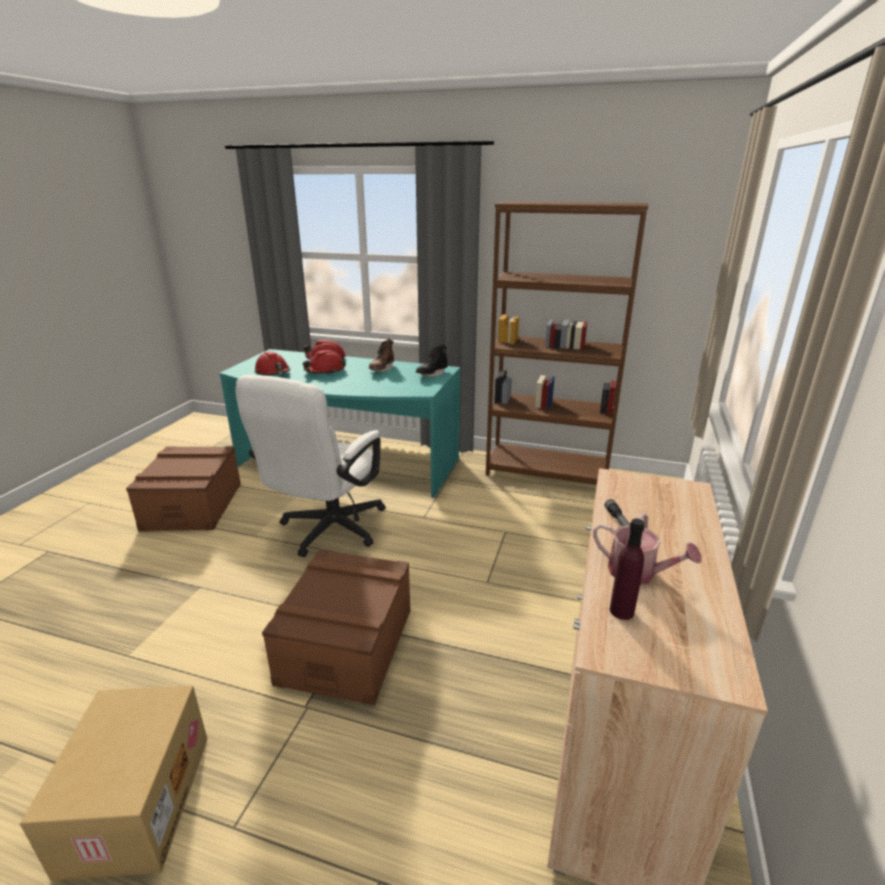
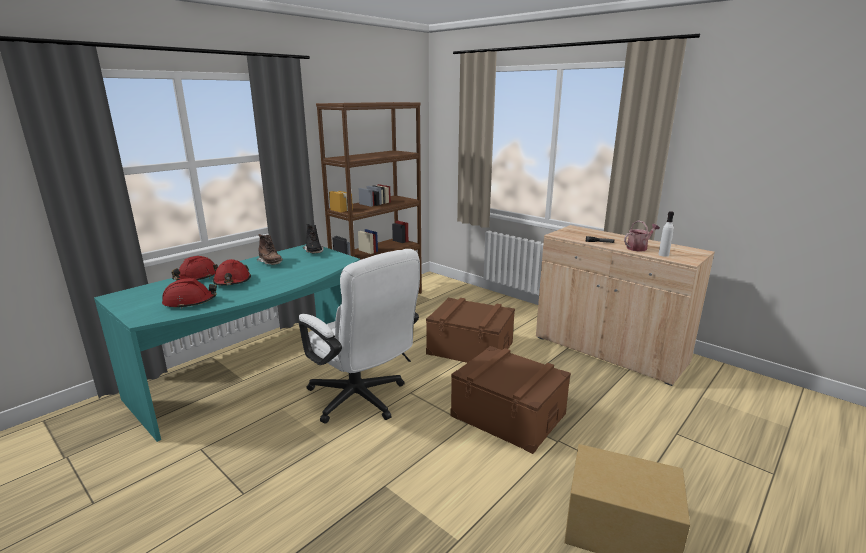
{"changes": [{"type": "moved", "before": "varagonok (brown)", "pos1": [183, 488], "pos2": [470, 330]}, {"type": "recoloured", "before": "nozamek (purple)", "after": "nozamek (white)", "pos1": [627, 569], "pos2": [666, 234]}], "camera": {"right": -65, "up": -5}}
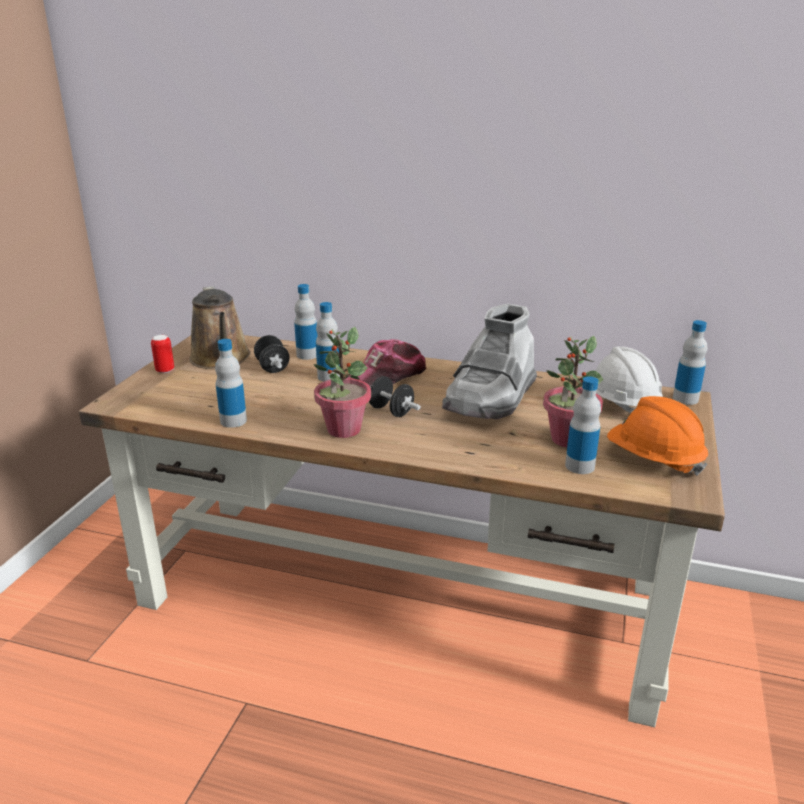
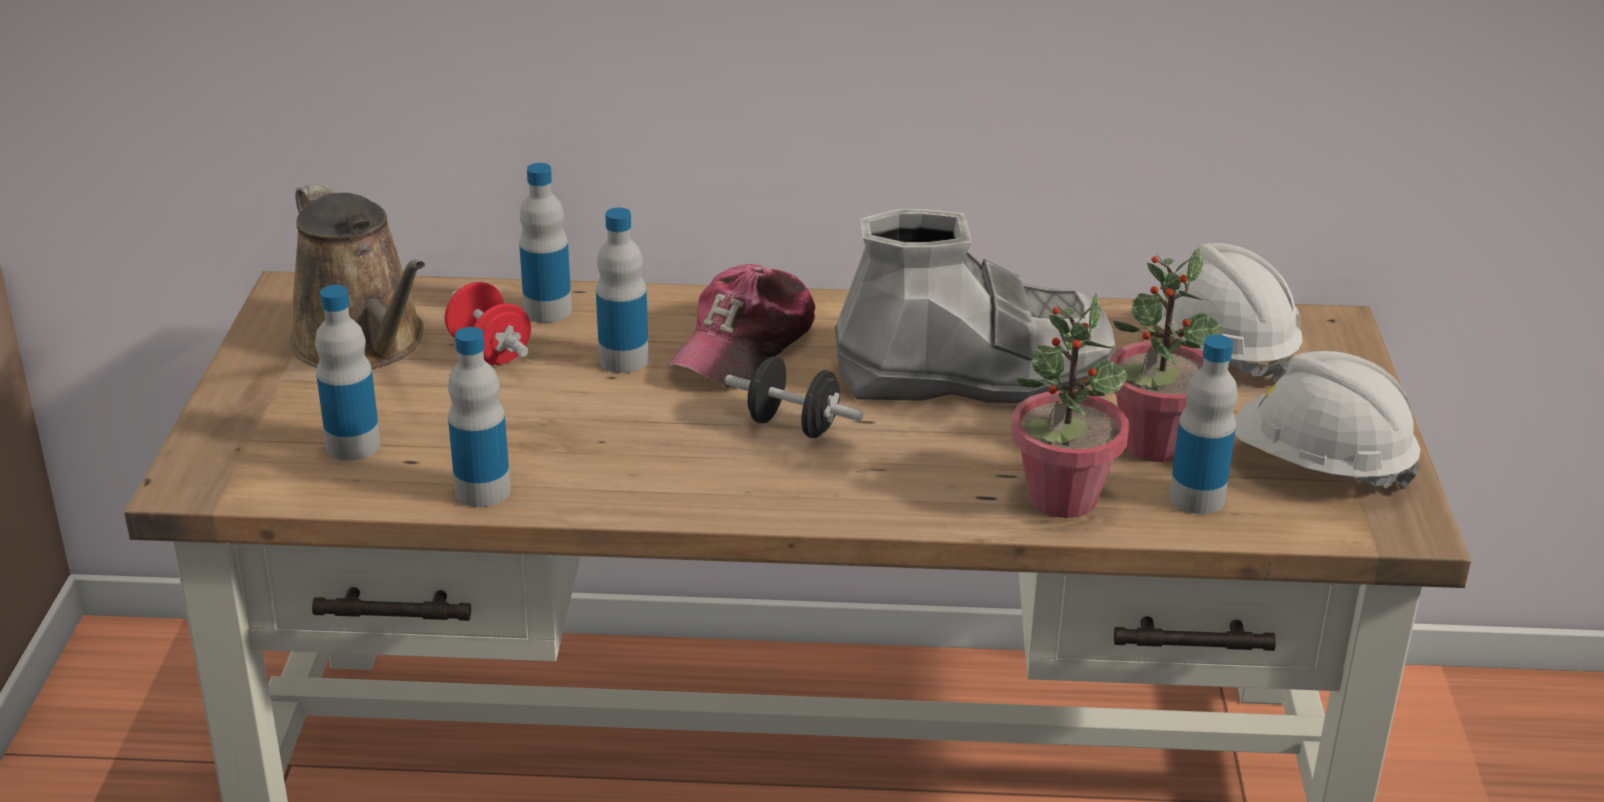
{"changes": [{"type": "turned", "before": "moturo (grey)", "pos1": [489, 361], "pos2": [975, 306], "turn": -105}, {"type": "moved", "before": "nozamek", "pos1": [690, 362], "pos2": [347, 372]}, {"type": "moved", "before": "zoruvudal", "pos1": [342, 382], "pos2": [1070, 405]}, {"type": "removed", "before": "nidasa", "pos1": [162, 354]}, {"type": "recoloured", "before": "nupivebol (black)", "after": "nupivebol (red)", "pos1": [271, 354], "pos2": [488, 323]}, {"type": "recoloured", "before": "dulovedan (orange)", "after": "dulovedan (white)", "pos1": [657, 436], "pos2": [1328, 420]}], "camera": {"right": -15, "up": 5}}
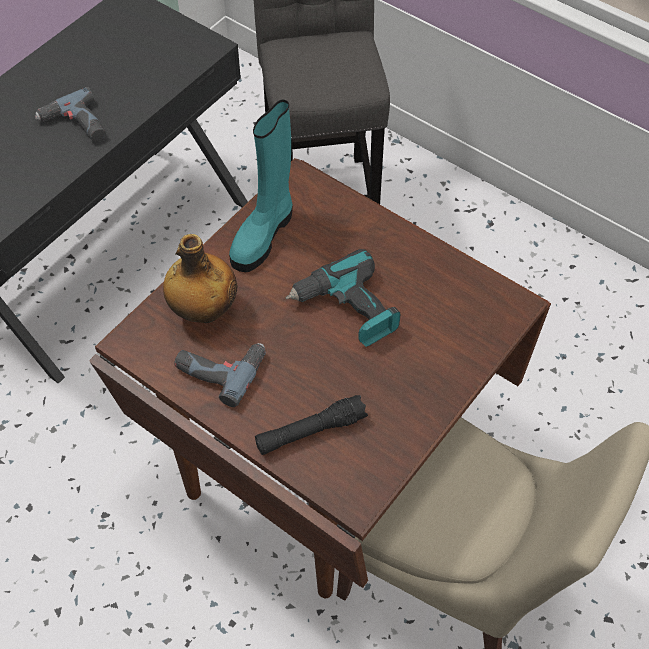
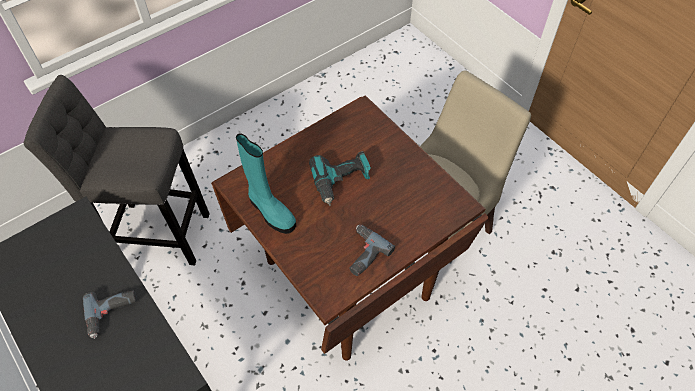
{"changes": [{"type": "removed", "before": "nozamek", "pos1": [200, 278]}, {"type": "removed", "before": "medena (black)", "pos1": [311, 425]}], "camera": {"right": -75, "up": 0}}
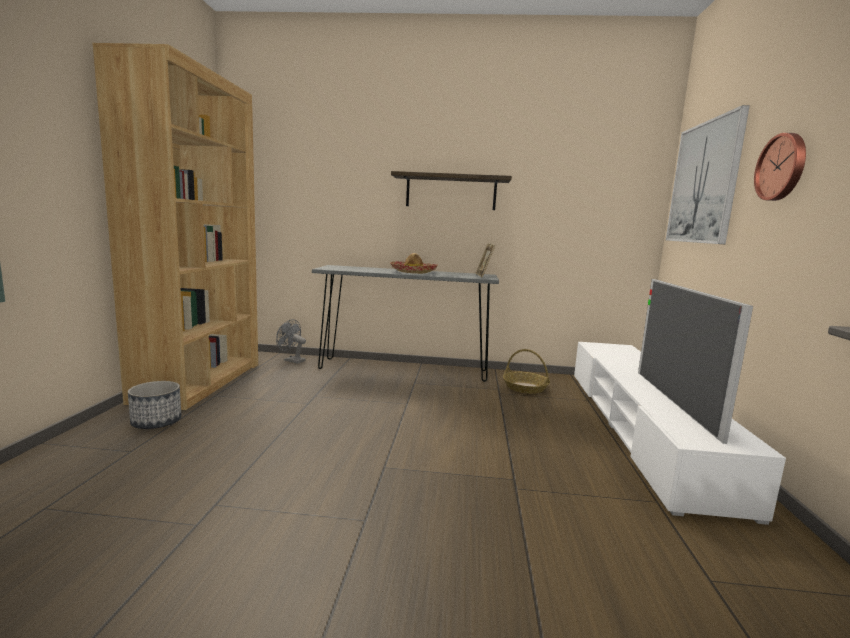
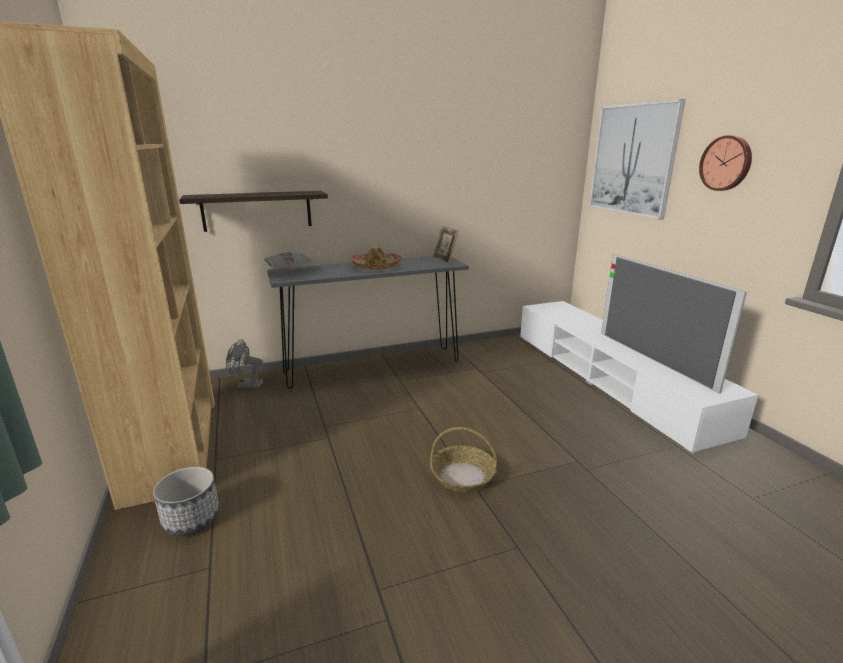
{"changes": [{"type": "moved", "before": "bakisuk", "pos1": [451, 190], "pos2": [253, 211]}, {"type": "moved", "before": "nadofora", "pos1": [526, 371], "pos2": [463, 460]}, {"type": "added", "after": "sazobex", "pos2": [287, 260]}], "camera": {"right": -25, "up": 10}}
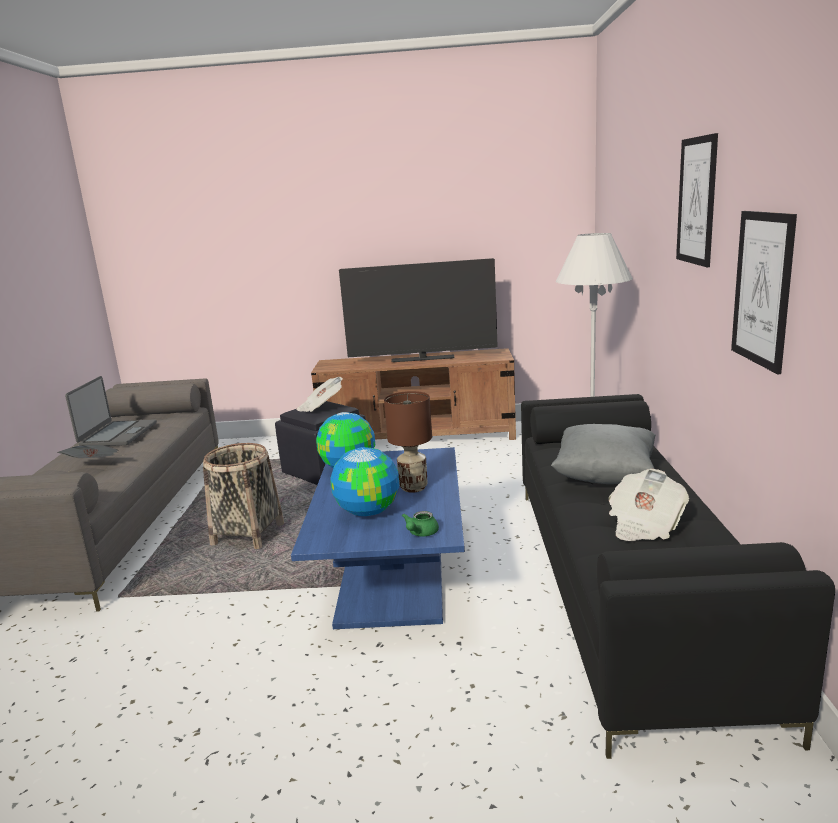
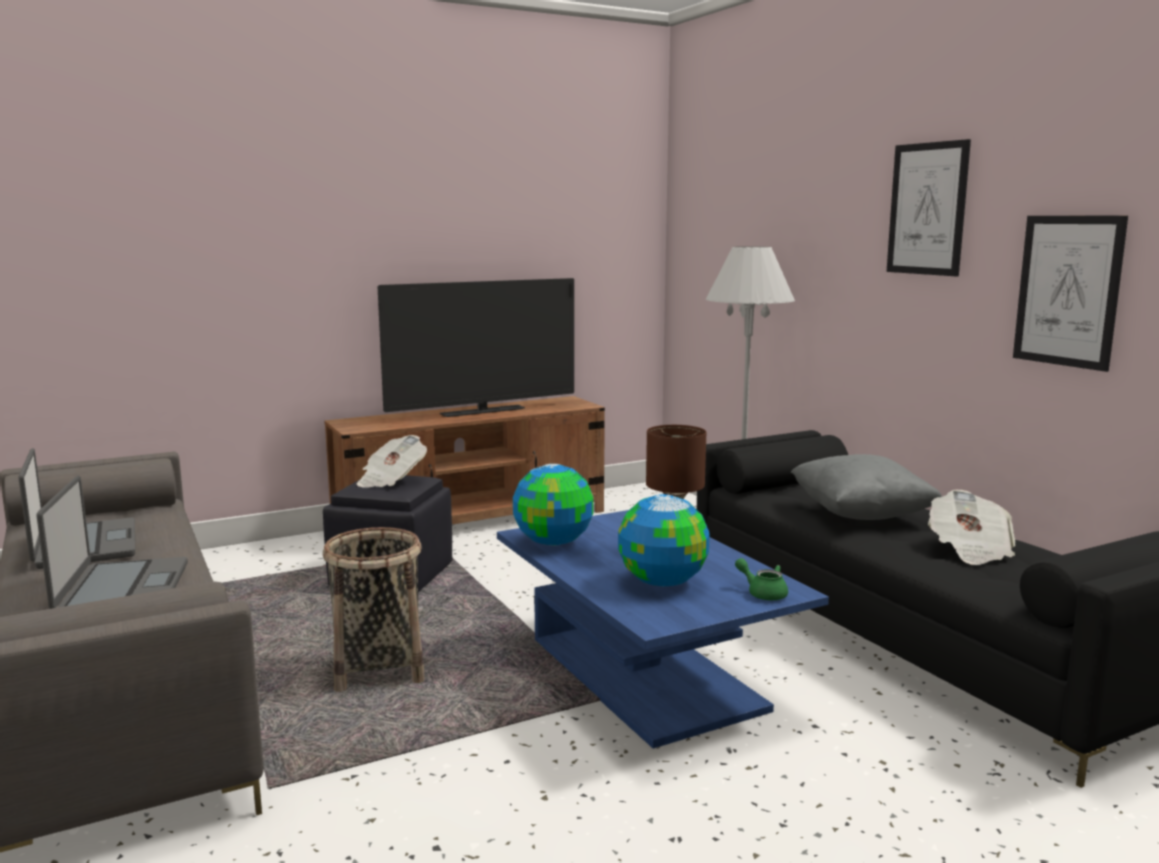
{"changes": [{"type": "replaced", "before": "sazobex", "after": "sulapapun", "pos1": [87, 451], "pos2": [112, 542]}, {"type": "turned", "before": "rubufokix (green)", "pos1": [420, 523], "pos2": [761, 579], "turn": 135}], "camera": {"right": -30, "up": -5}}
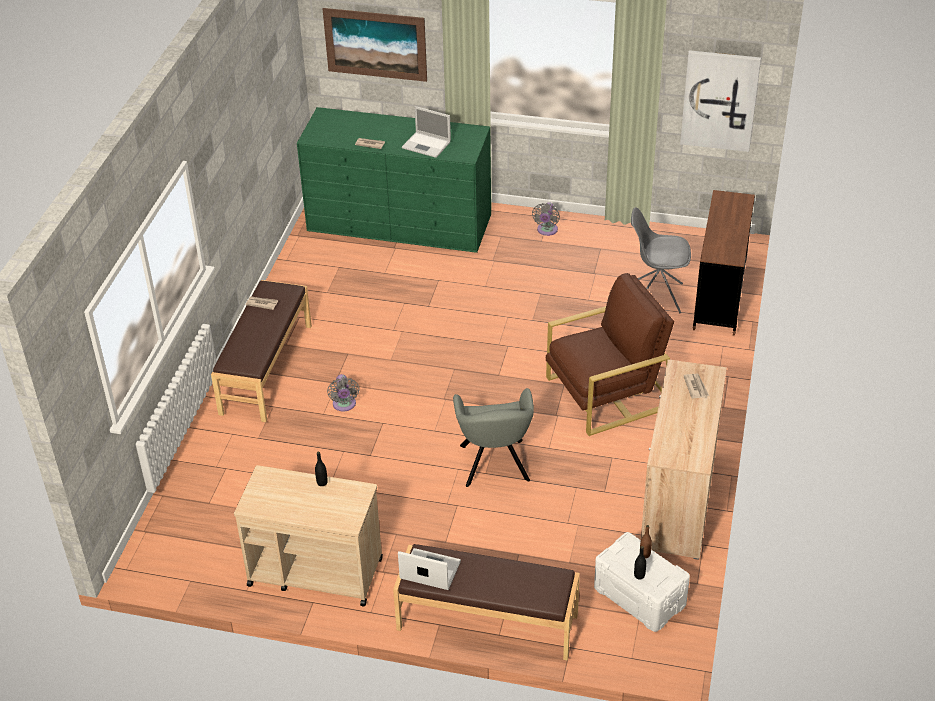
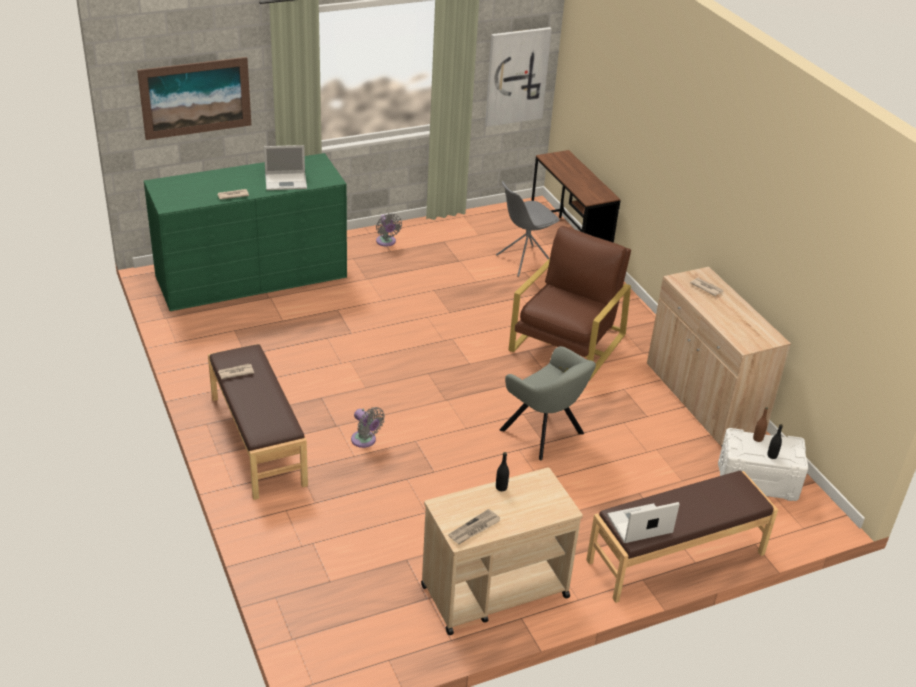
{"changes": [{"type": "added", "after": "sazobex", "pos2": [474, 526]}], "camera": {"right": -40, "up": -5}}
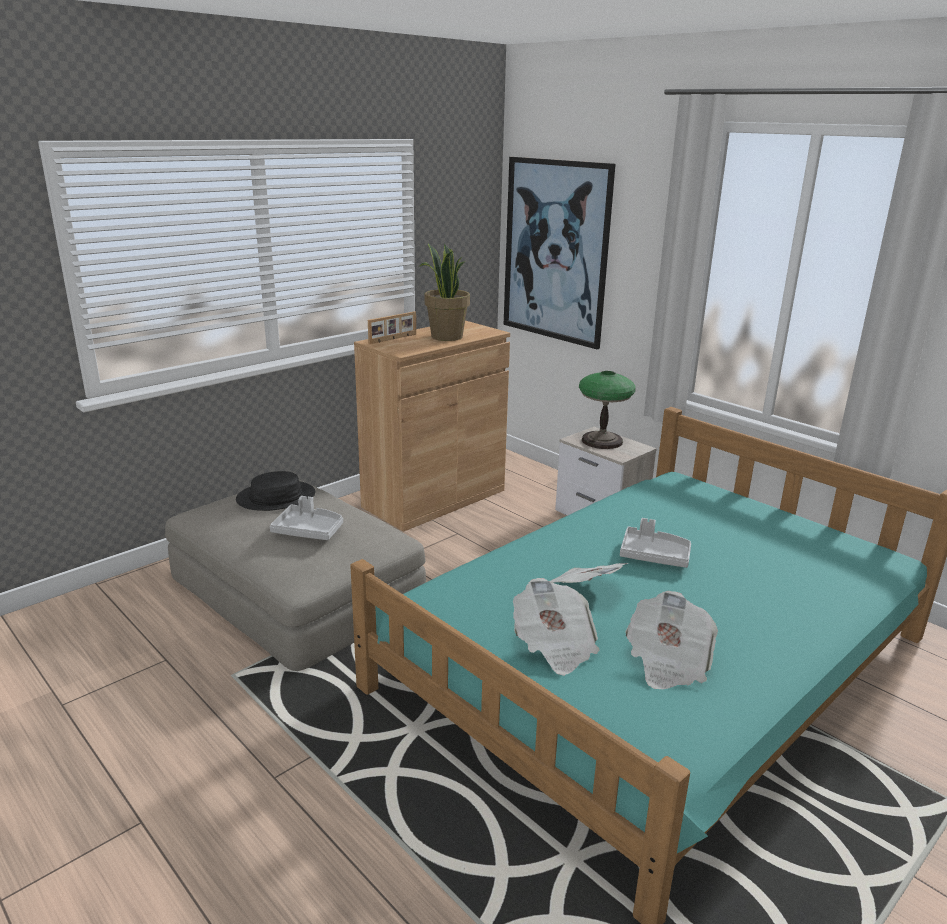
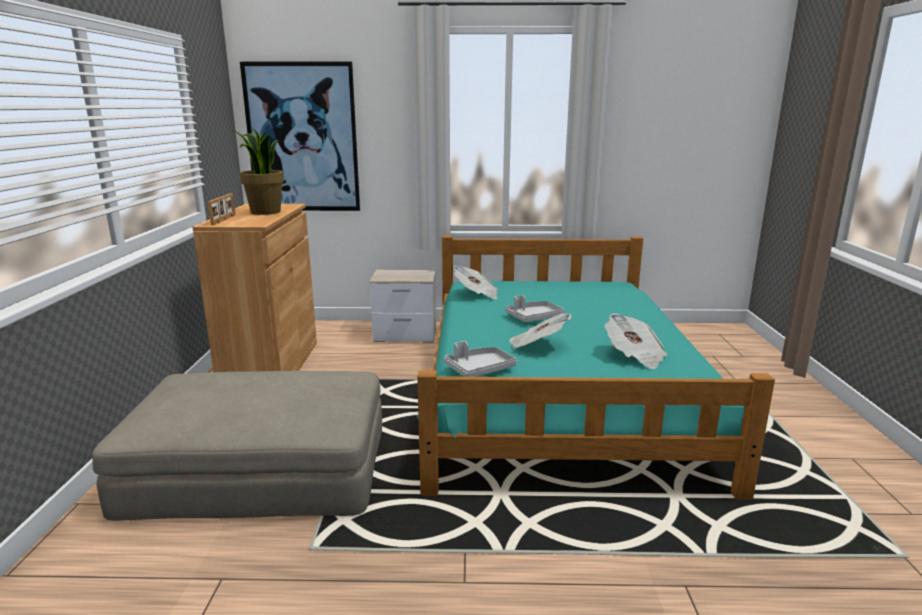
{"changes": [{"type": "removed", "before": "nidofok", "pos1": [607, 410]}, {"type": "removed", "before": "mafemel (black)", "pos1": [275, 491]}, {"type": "moved", "before": "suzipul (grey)", "pos1": [306, 518], "pos2": [480, 359]}, {"type": "moved", "before": "sazobex", "pos1": [556, 627], "pos2": [475, 282]}], "camera": {"right": -45, "up": -5}}
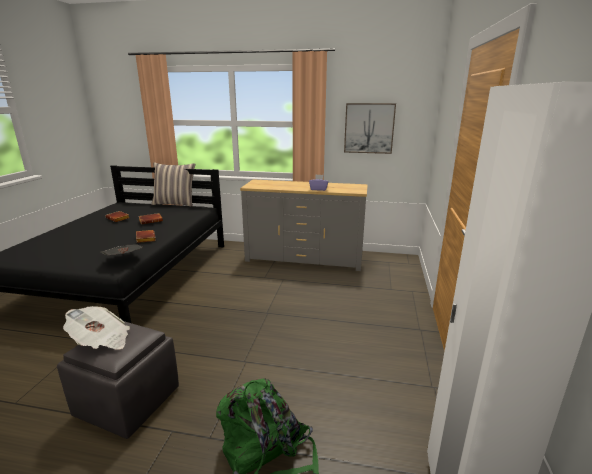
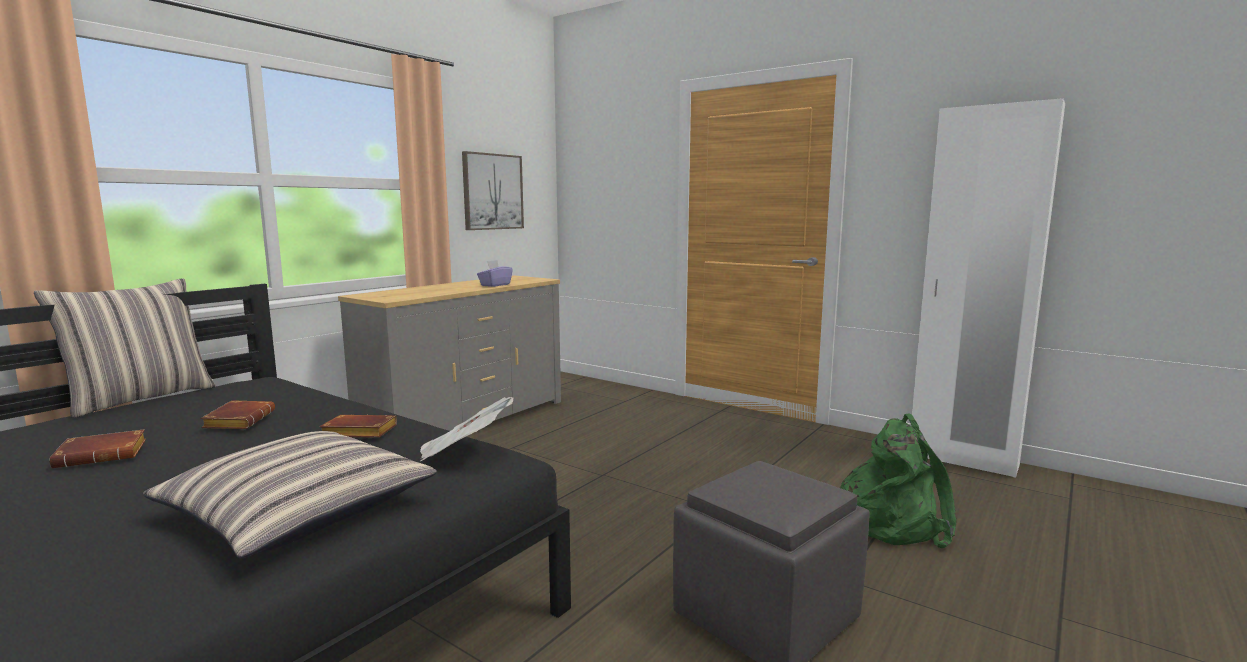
{"changes": [{"type": "removed", "before": "sazobex", "pos1": [96, 328]}, {"type": "added", "after": "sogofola", "pos2": [290, 495]}], "camera": {"right": -65, "up": -10}}
